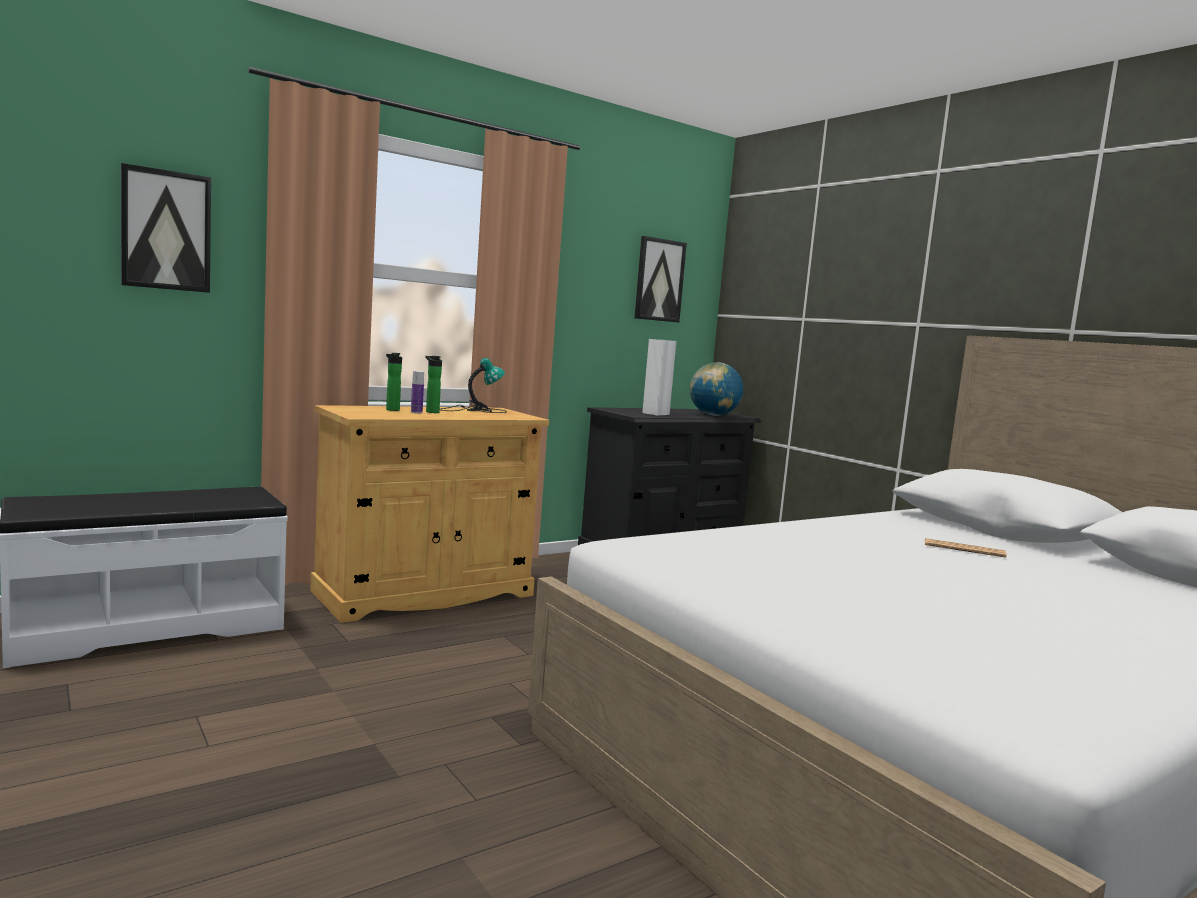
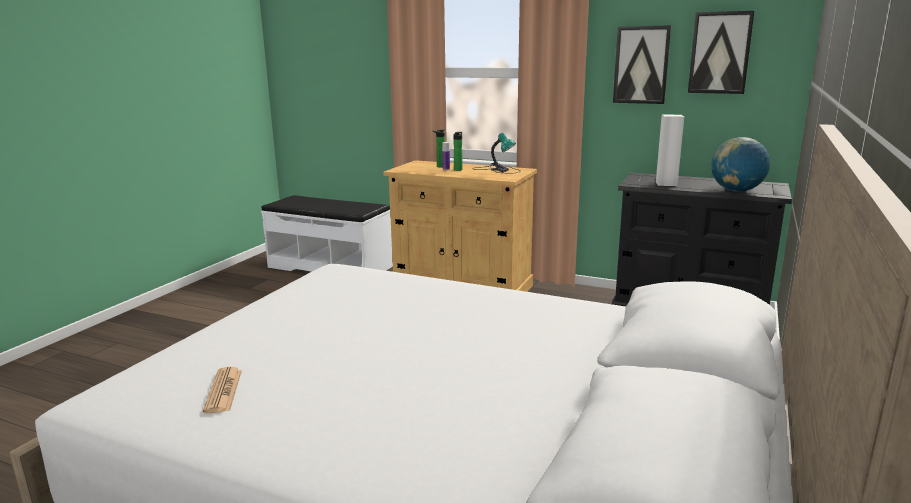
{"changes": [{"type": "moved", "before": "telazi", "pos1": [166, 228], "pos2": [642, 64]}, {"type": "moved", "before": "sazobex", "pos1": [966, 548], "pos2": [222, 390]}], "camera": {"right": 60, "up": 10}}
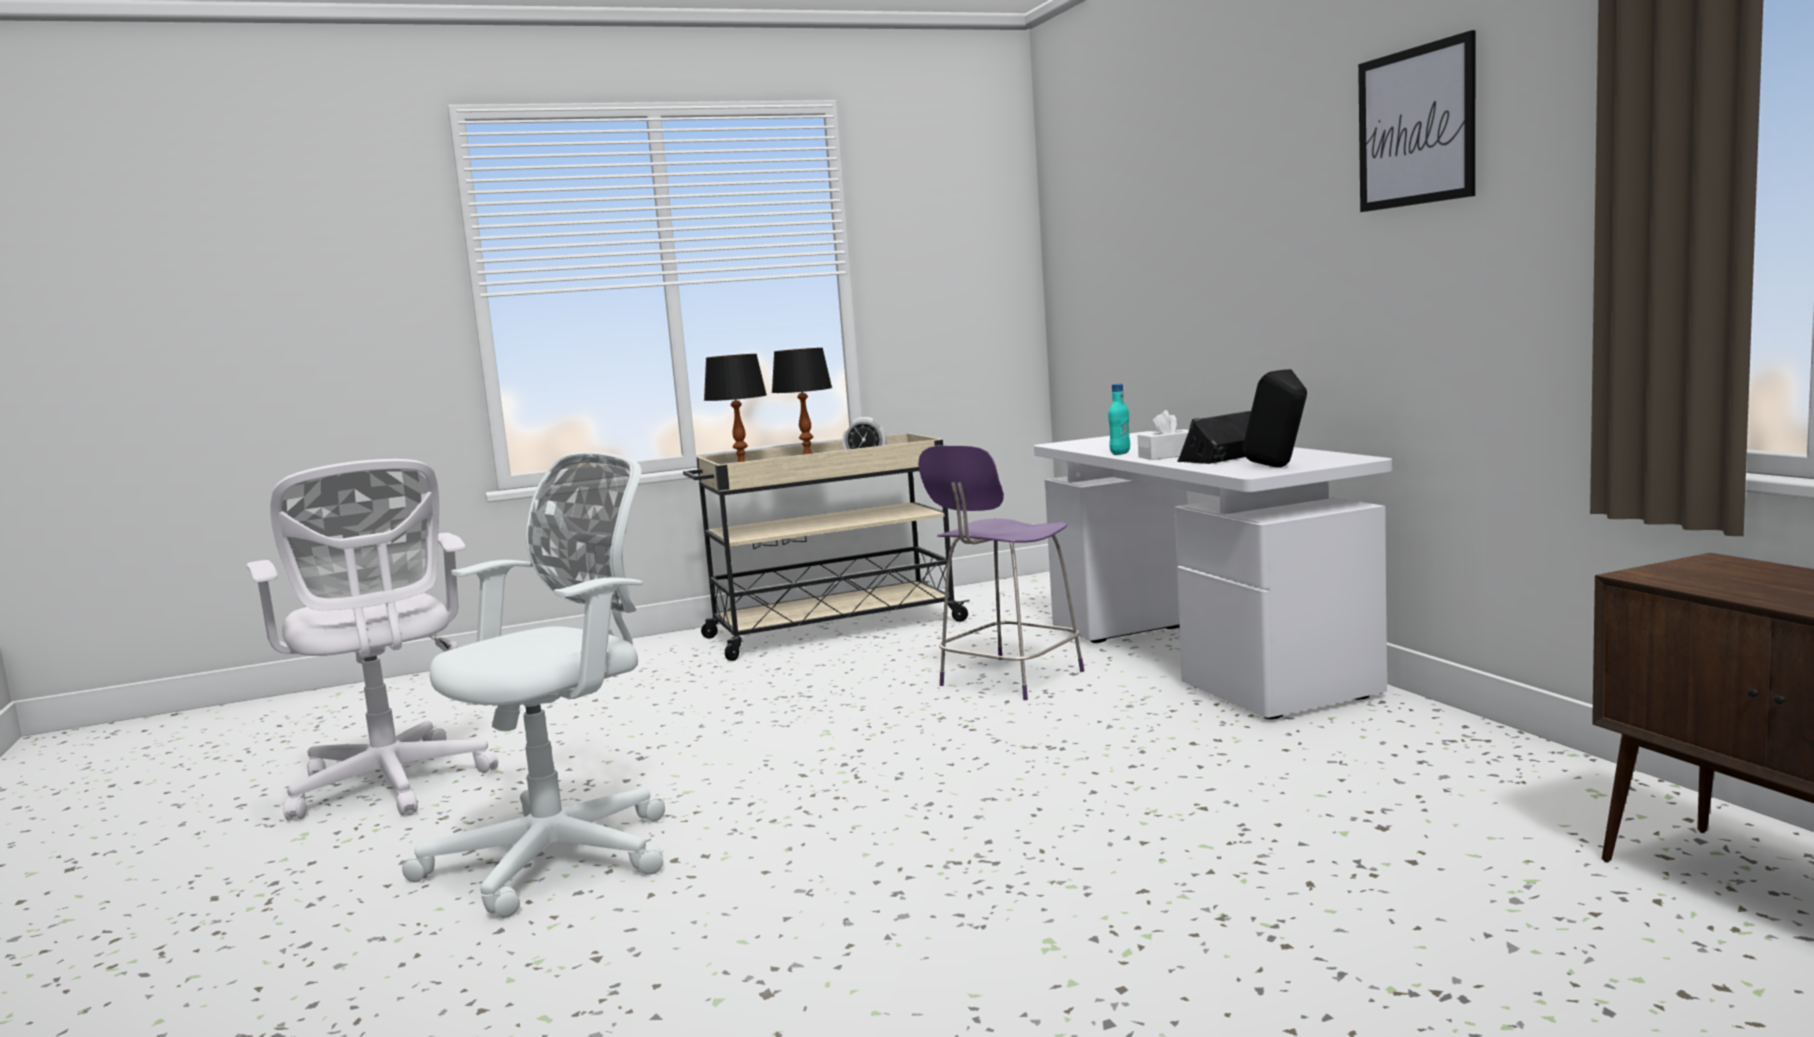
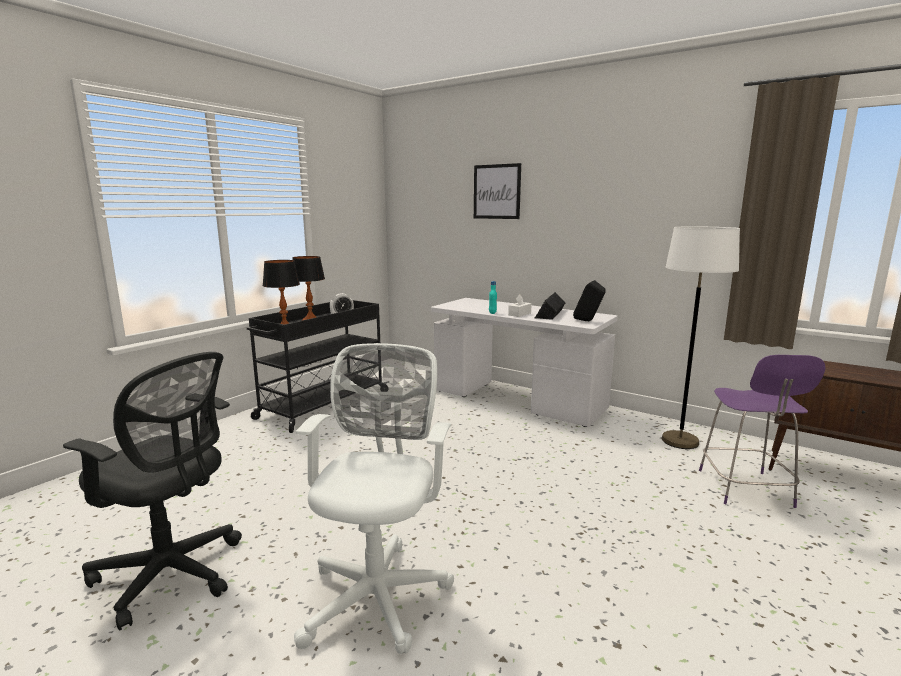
{"changes": [{"type": "moved", "before": "telazi", "pos1": [1416, 121], "pos2": [497, 191]}, {"type": "recoloured", "before": "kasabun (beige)", "after": "kasabun (black)", "pos1": [826, 547], "pos2": [314, 366]}, {"type": "moved", "before": "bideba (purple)", "pos1": [1001, 572], "pos2": [762, 431]}, {"type": "recoloured", "before": "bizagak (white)", "after": "bizagak (black)", "pos1": [372, 640], "pos2": [152, 491]}, {"type": "added", "after": "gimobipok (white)", "pos2": [701, 337]}], "camera": {"right": -35, "up": 5}}
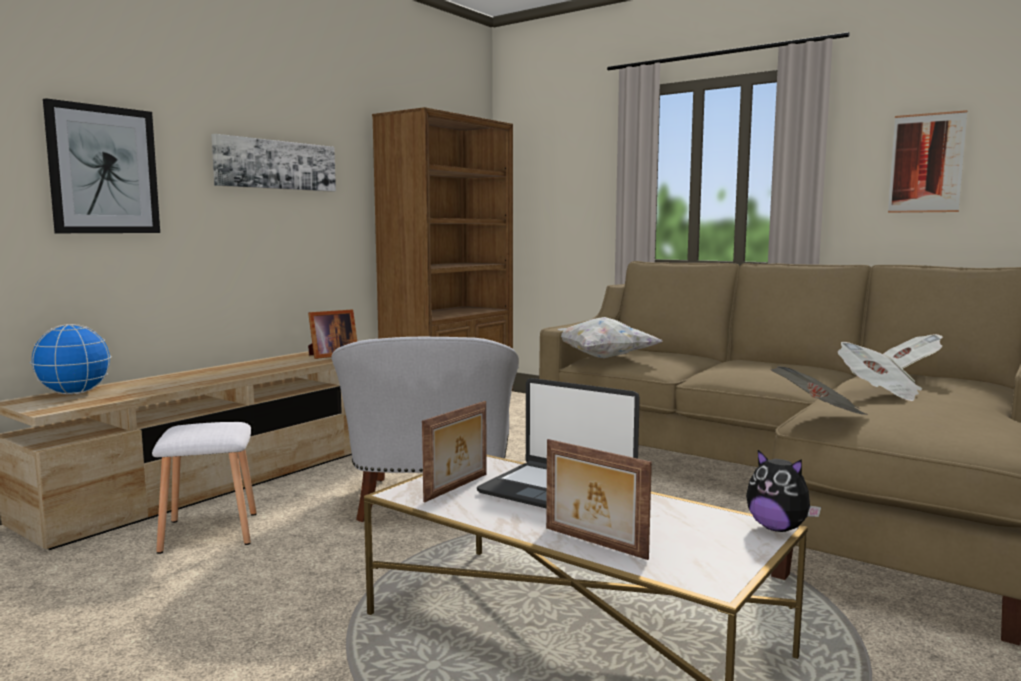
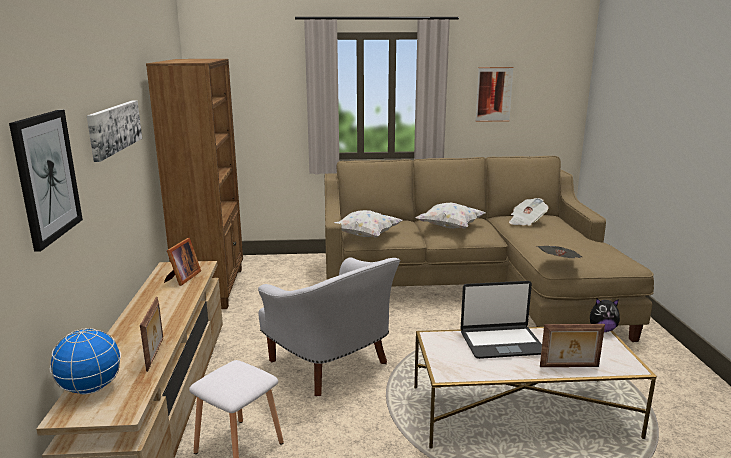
{"changes": [{"type": "removed", "before": "sazobex", "pos1": [880, 371]}, {"type": "moved", "before": "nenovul", "pos1": [454, 451], "pos2": [151, 334]}, {"type": "added", "after": "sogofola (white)", "pos2": [450, 216]}], "camera": {"right": -40, "up": 10}}
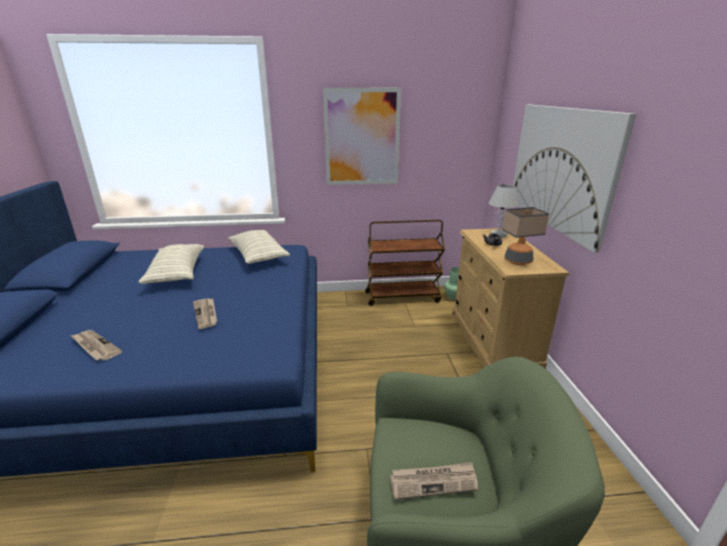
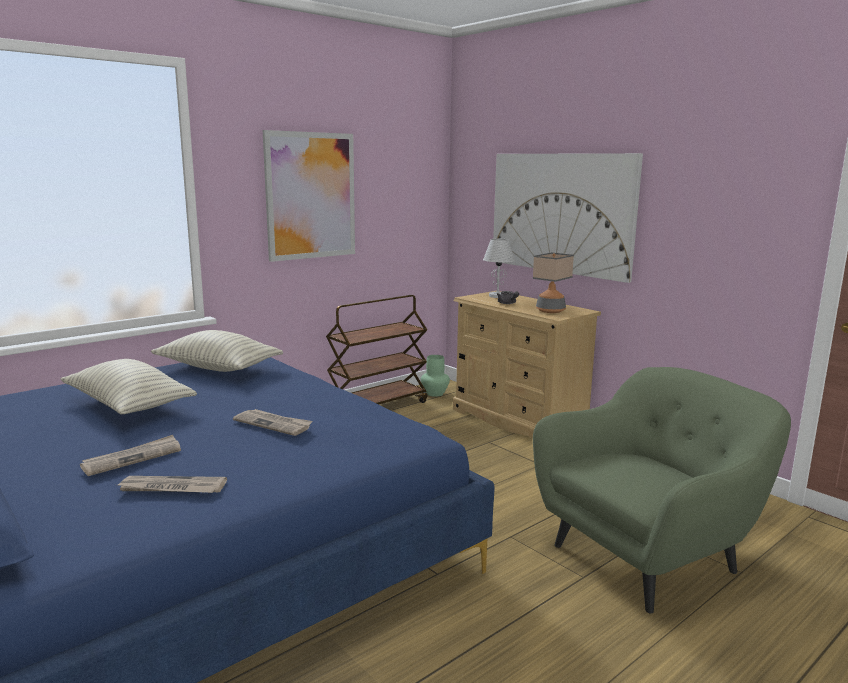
{"changes": [{"type": "moved", "before": "sazobex", "pos1": [434, 481], "pos2": [130, 455]}], "camera": {"right": -35, "up": -10}}
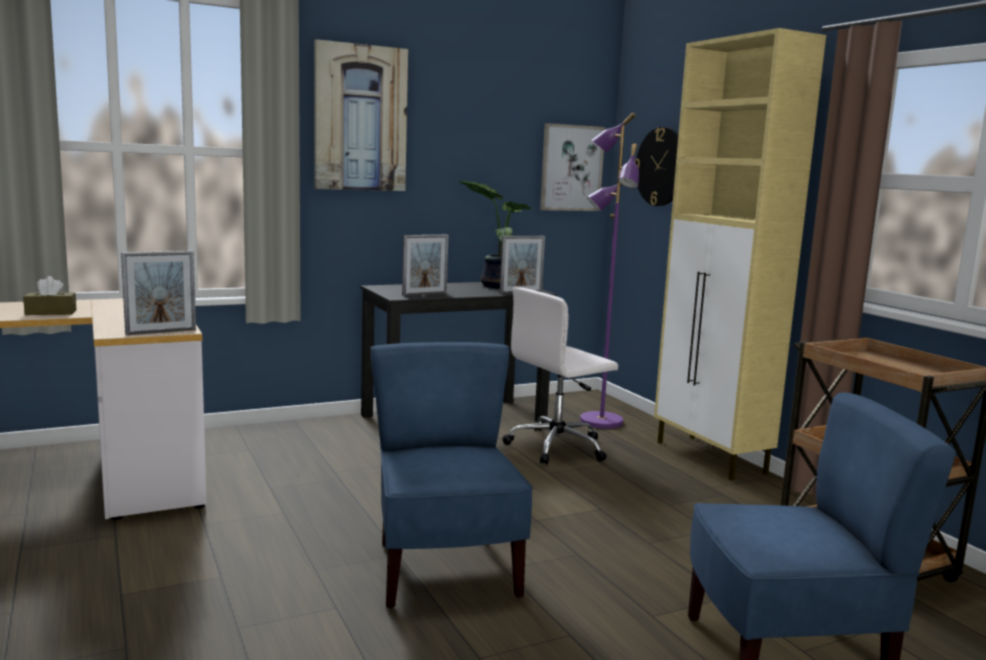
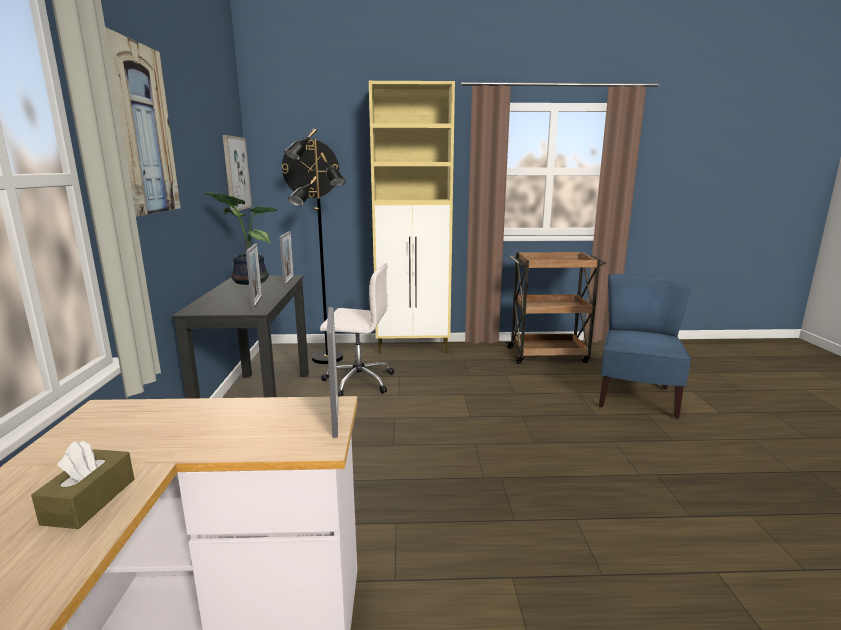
{"changes": [{"type": "recoloured", "before": "gimobipok (purple)", "after": "gimobipok (black)", "pos1": [609, 270], "pos2": [315, 246]}, {"type": "turned", "before": "bizagak (white)", "pos1": [560, 376], "pos2": [357, 330], "turn": -75}, {"type": "removed", "before": "bideba (blue)", "pos1": [452, 475]}], "camera": {"right": -65, "up": 5}}
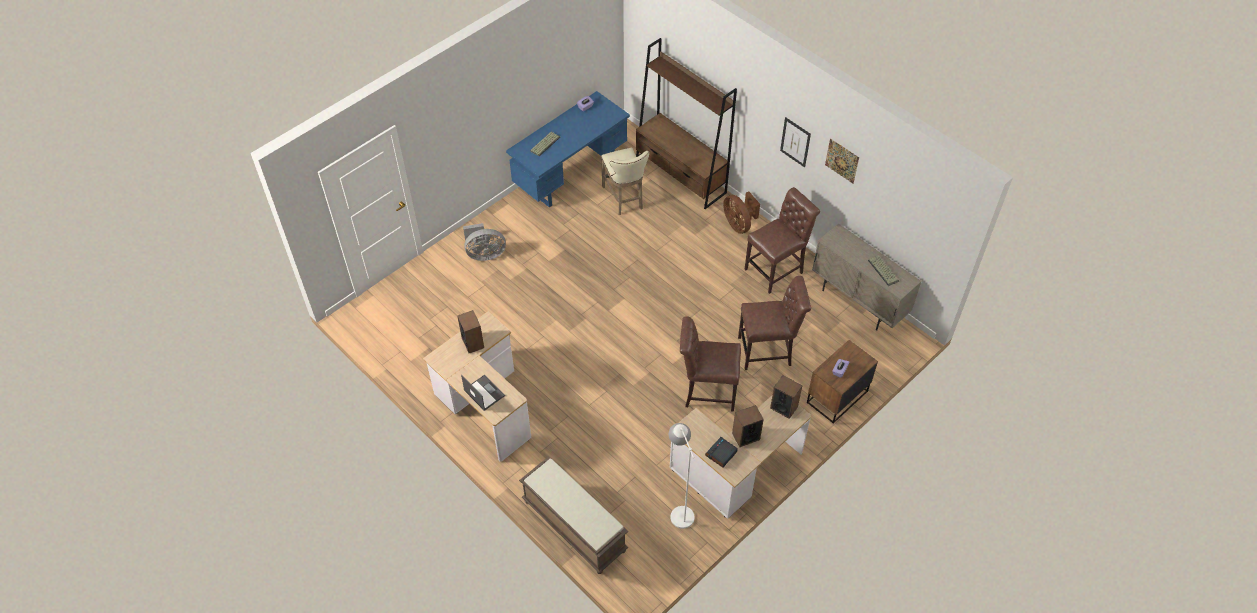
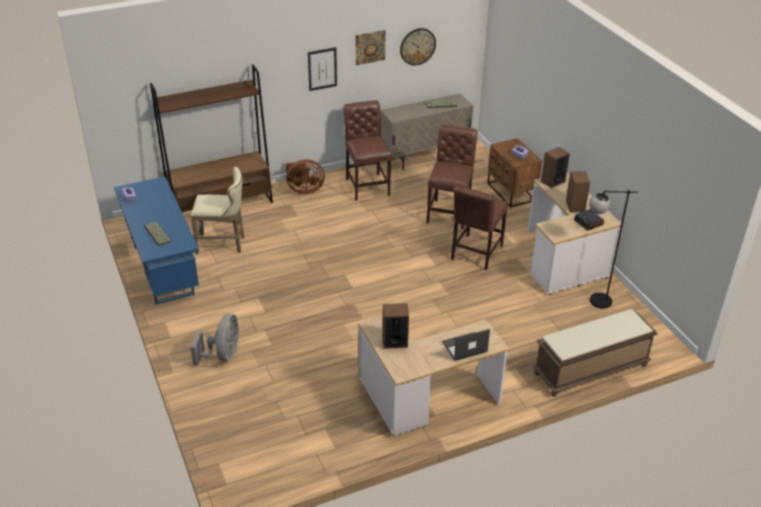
{"changes": [{"type": "recoloured", "before": "gimobipok (white)", "after": "gimobipok (black)", "pos1": [682, 476], "pos2": [613, 249]}, {"type": "added", "after": "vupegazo", "pos2": [418, 46]}], "camera": {"right": -70, "up": -15}}
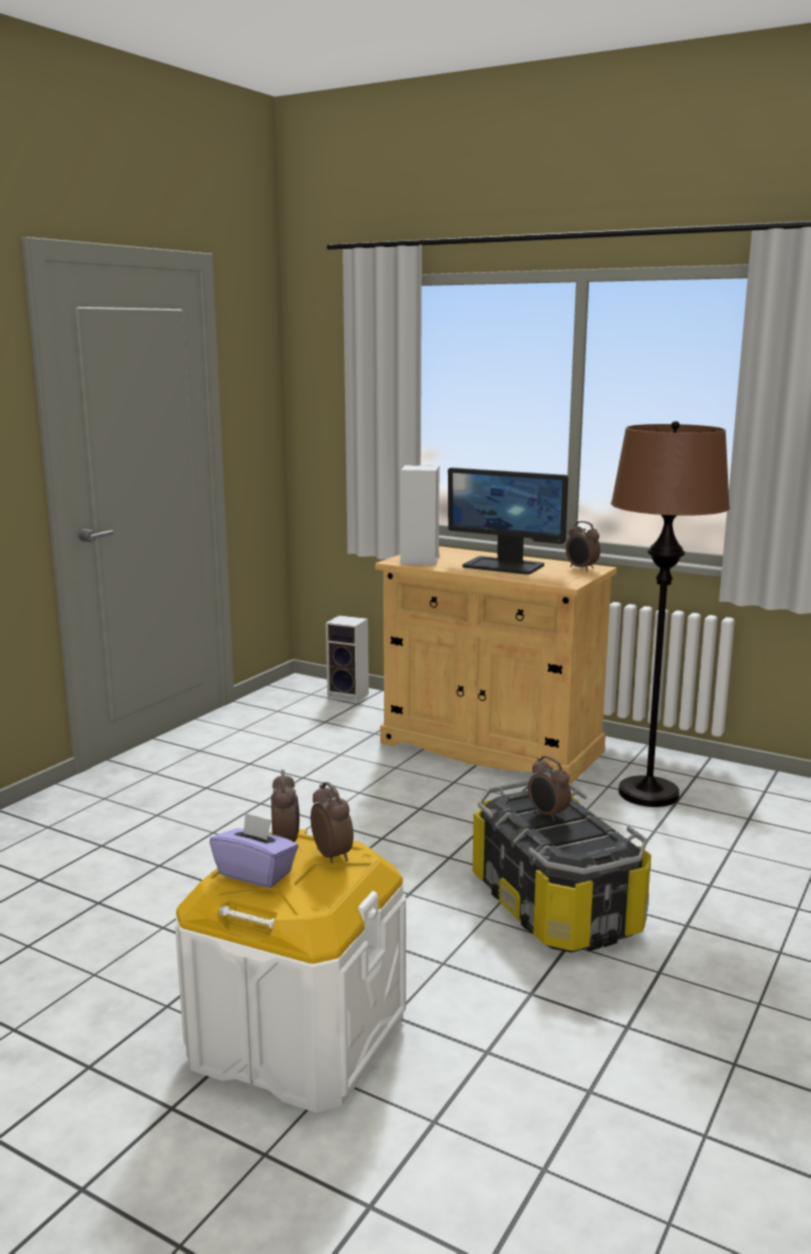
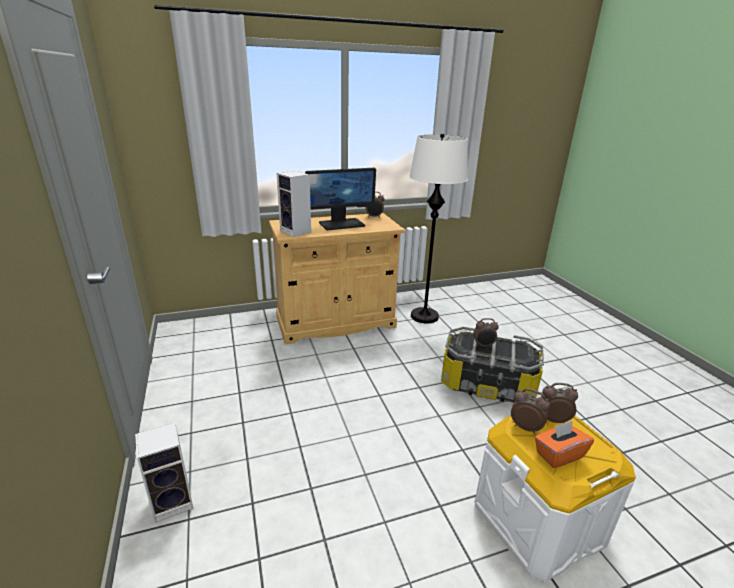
{"changes": [{"type": "recoloured", "before": "gimobipok (brown)", "after": "gimobipok (white)", "pos1": [670, 614], "pos2": [438, 228]}, {"type": "moved", "before": "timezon", "pos1": [347, 659], "pos2": [164, 473]}, {"type": "recoloured", "before": "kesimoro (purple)", "after": "kesimoro (orange)", "pos1": [253, 850], "pos2": [564, 444]}], "camera": {"right": -50, "up": 10}}
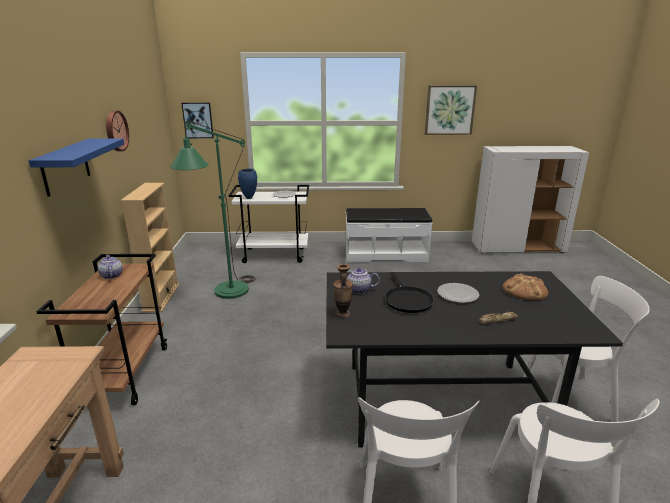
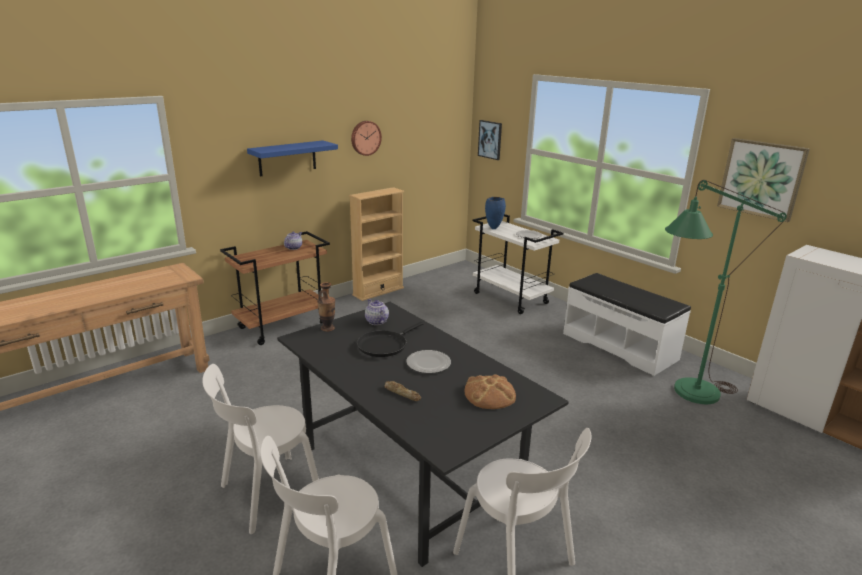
{"changes": [{"type": "moved", "before": "gimobipok (green)", "pos1": [213, 209], "pos2": [726, 292]}], "camera": {"right": 50, "up": 0}}
